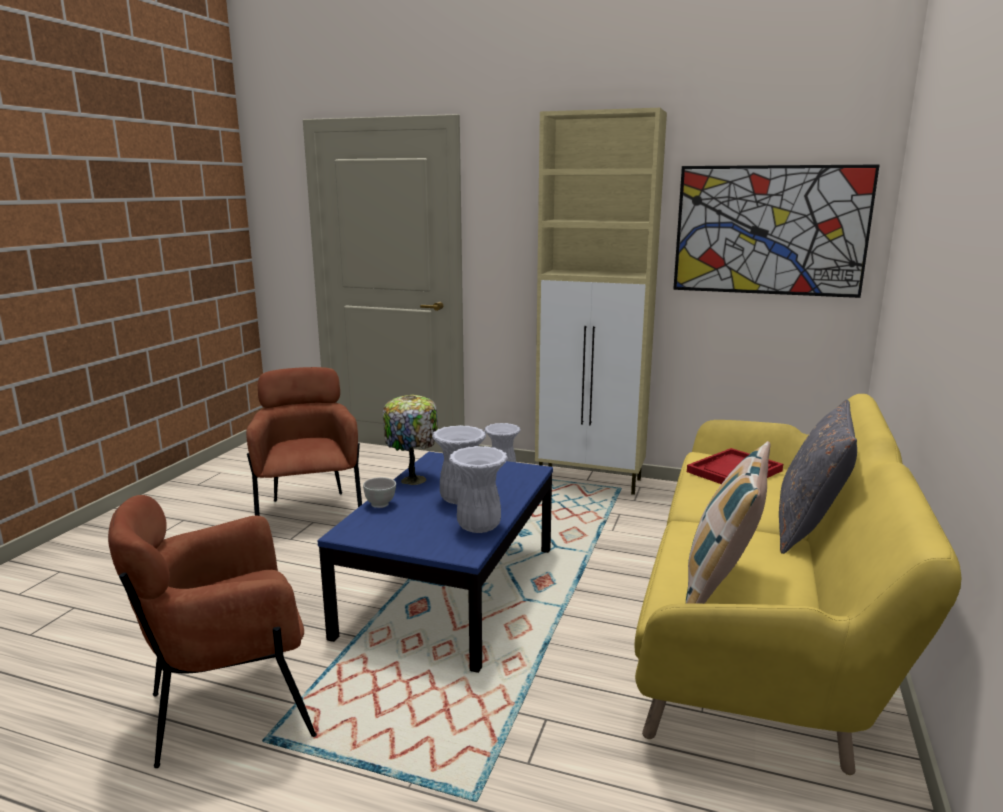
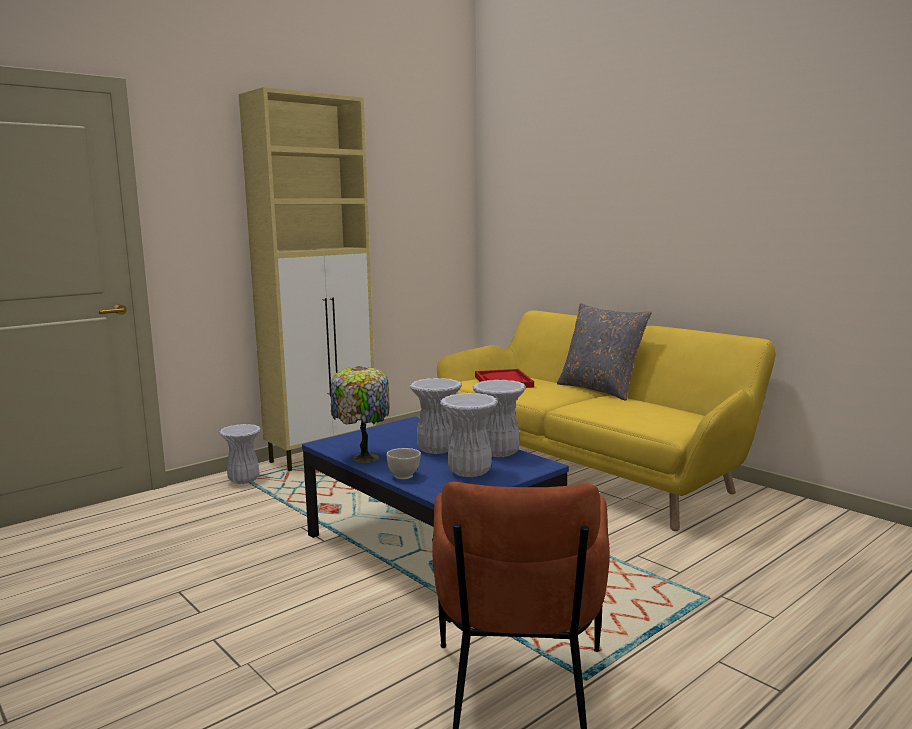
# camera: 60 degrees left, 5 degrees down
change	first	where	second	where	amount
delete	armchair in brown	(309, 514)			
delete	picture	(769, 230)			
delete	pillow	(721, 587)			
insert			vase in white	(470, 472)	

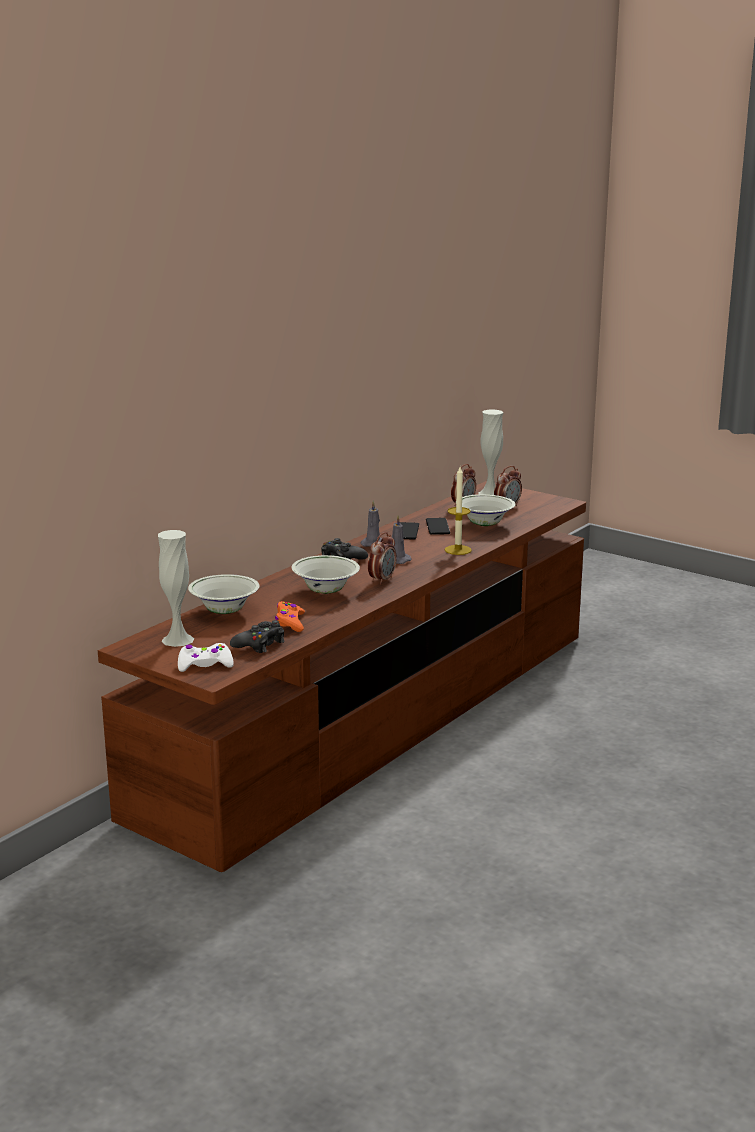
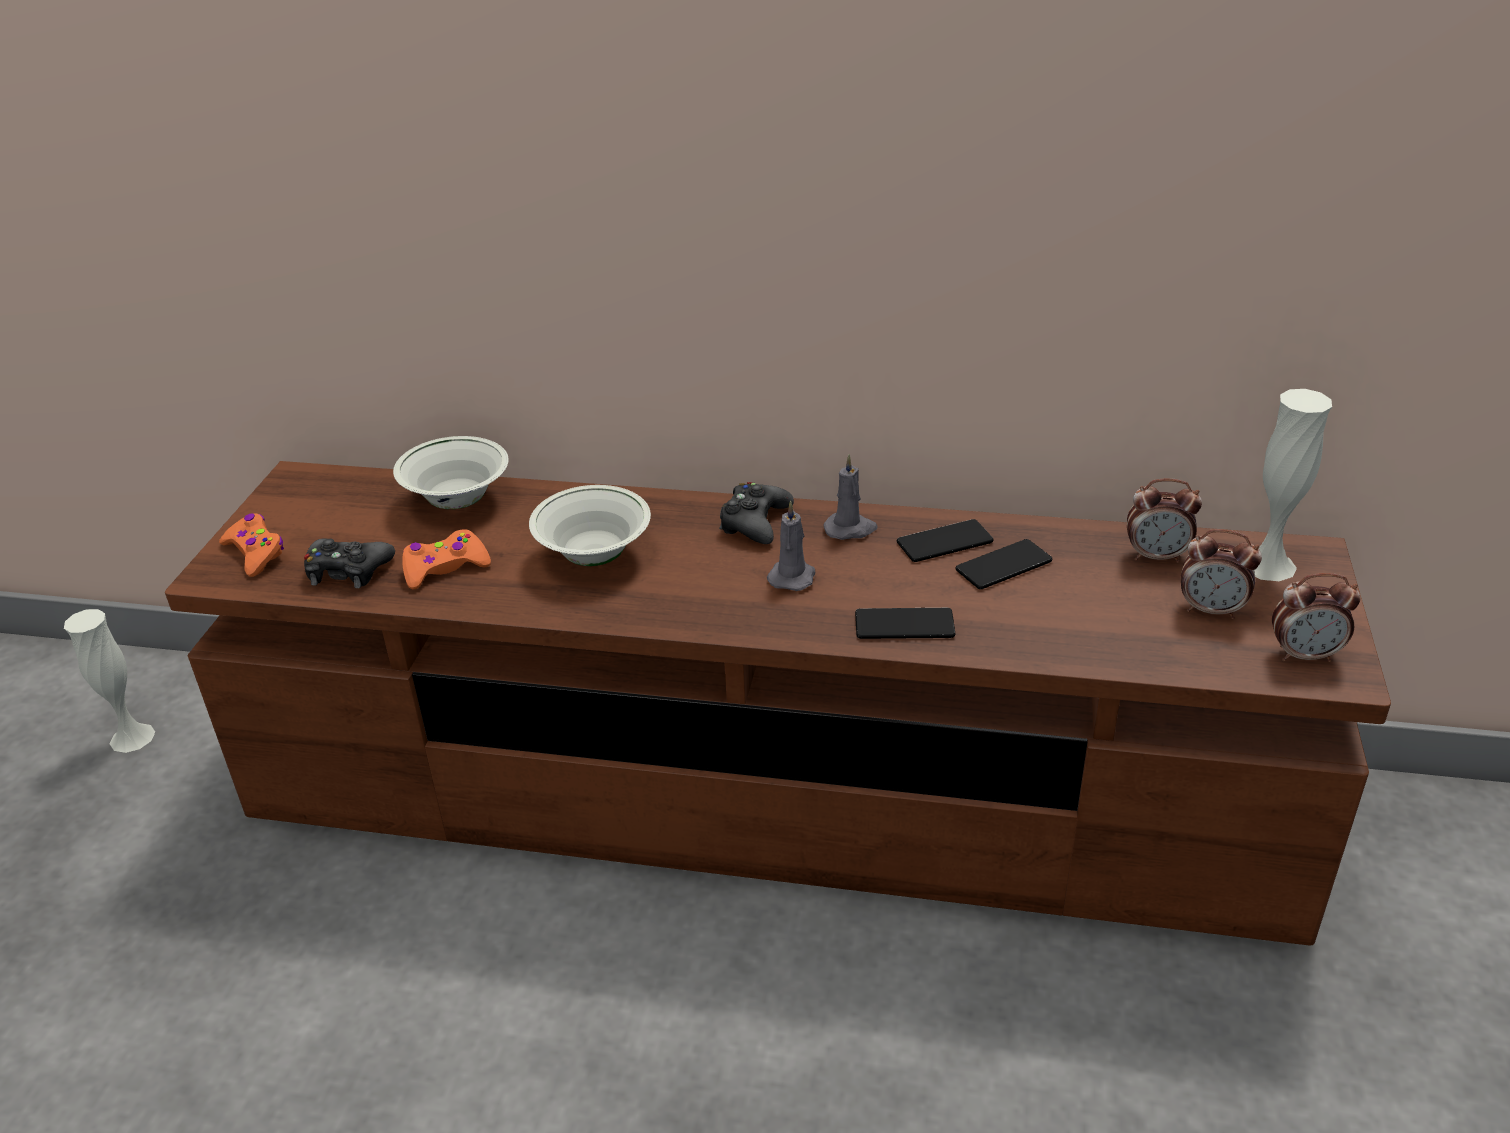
# camera: 65 degrees right, 15 degrees up
change	first	where	second	where	amount
delete	bowl in white	(484, 525)			
move	vase in white	(177, 640)		(132, 737)	
move	alarm clock	(382, 580)		(1304, 655)	
replace	candle	(458, 550)	phone	(904, 625)	
recolor	game controller in white	(204, 664)	game controller in orange	(255, 553)	

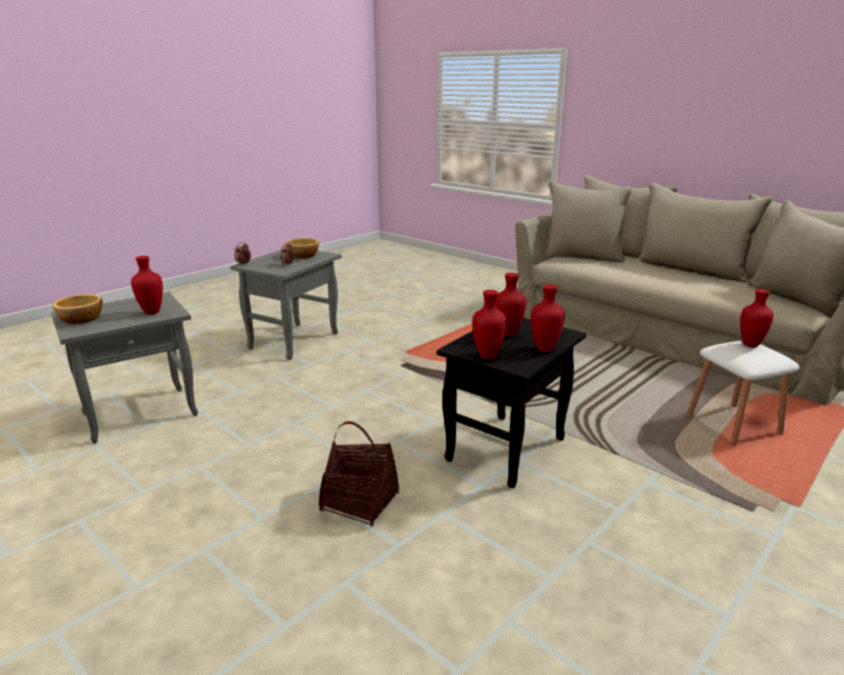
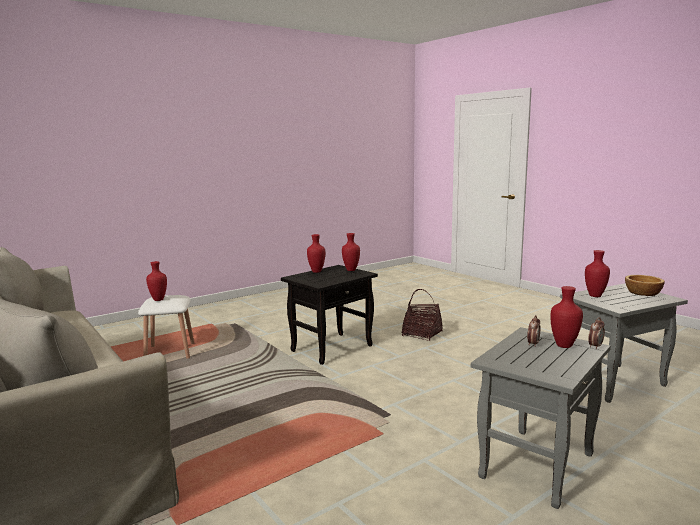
# camera: 170 degrees left, 10 degrees down
change	first	where	second	where	amount
delete	bowl	(304, 255)			
move	vase in red	(507, 334)		(565, 346)	

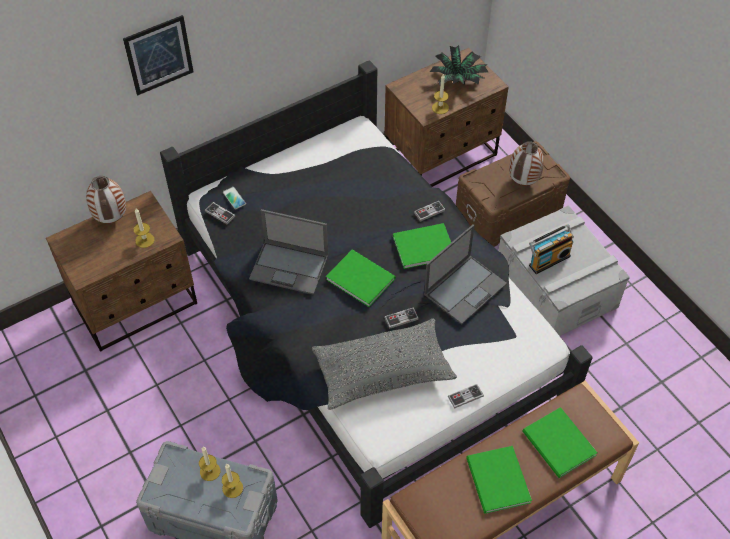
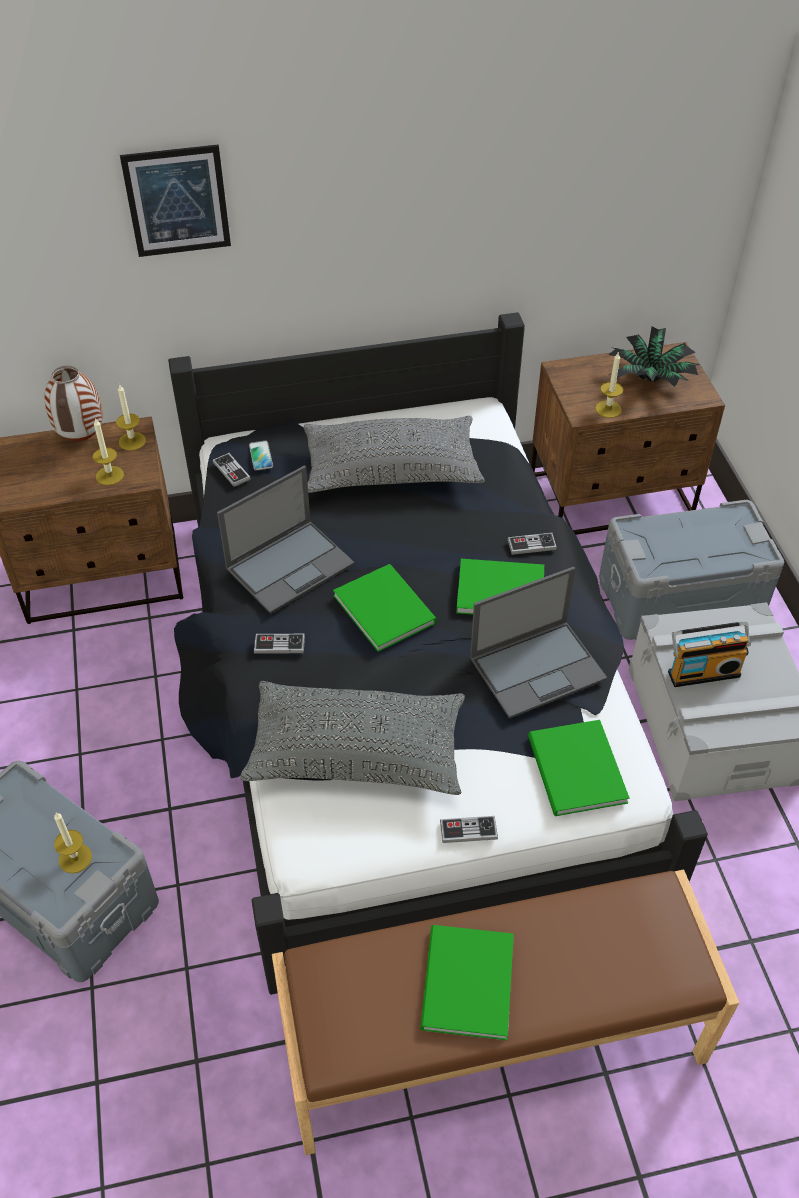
# camera: 20 degrees right, 5 degrees down
change	first	where	second	where	amount
delete	vase	(523, 182)			
insert			pillow in grey	(392, 470)	
move	candle	(210, 471)		(132, 441)	
move	game controller	(401, 318)		(279, 645)	
move	book in green	(558, 445)		(575, 772)	
recolor	storage box in brown	(508, 213)	storage box in grey	(680, 599)	
rotate	laptop	(290, 267)		(291, 565)	75 degrees counterclockwise

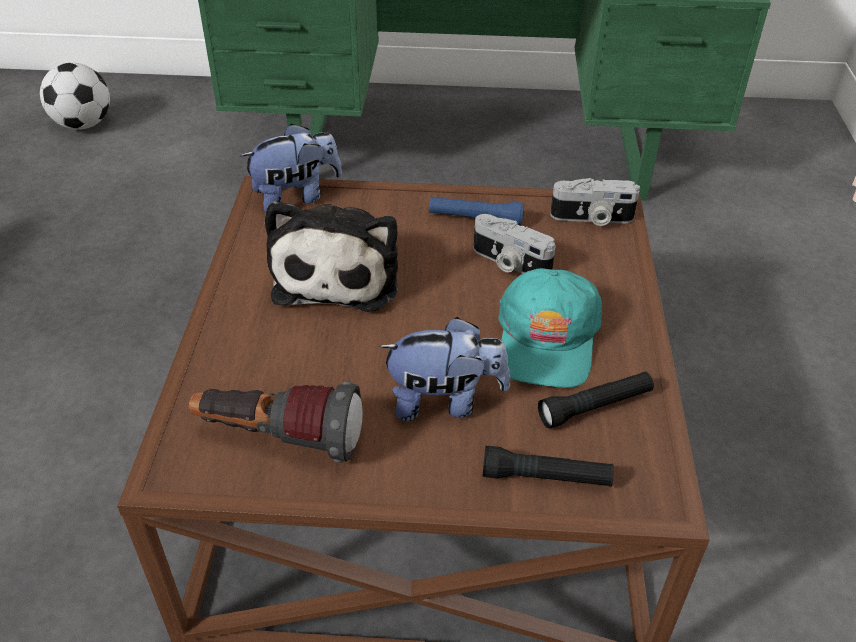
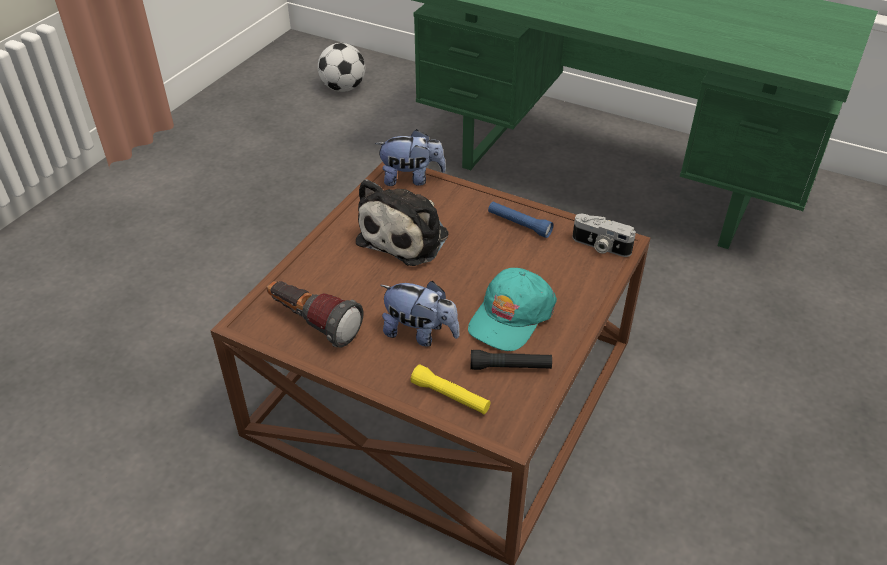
# camera: 25 degrees right, 0 degrees up
change	first	where	second	where	amount
delete	photo camera	(509, 263)			
recolor	flashlight in black	(546, 477)	flashlight in yellow	(450, 396)	

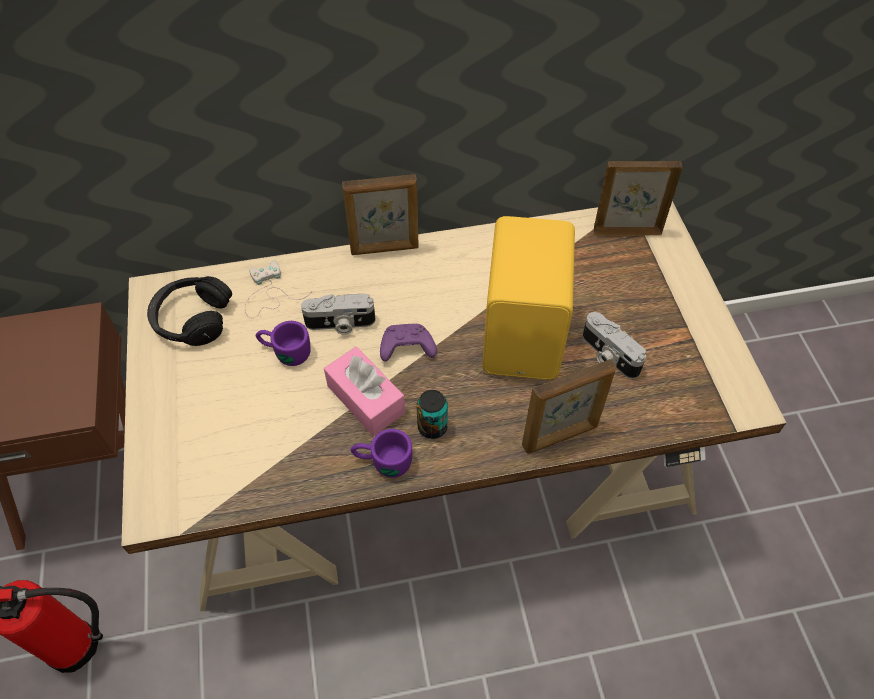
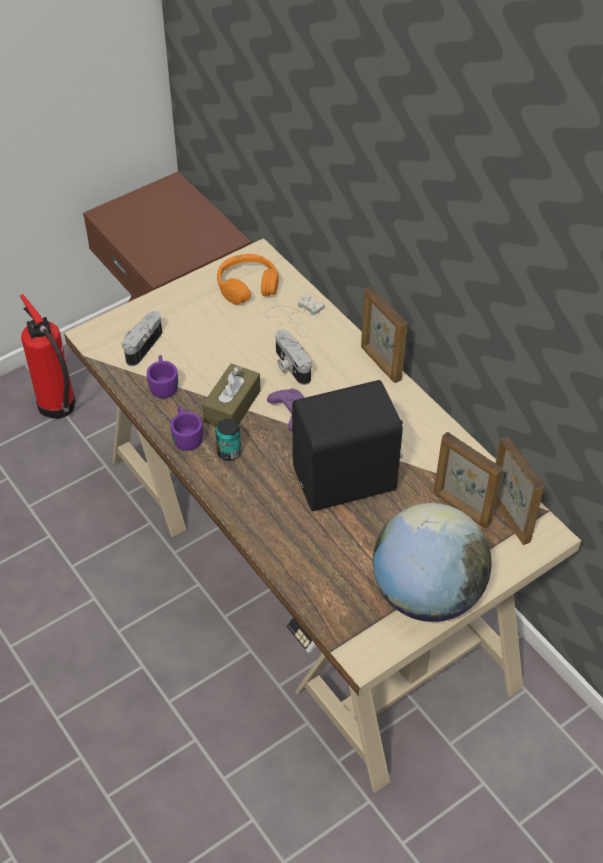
# camera: 65 degrees right, 5 degrees down
change	first	where	second	where	amount
insert			globe	(426, 593)	
move	mug in purple	(285, 351)		(163, 383)	
move	picture frame	(560, 436)		(461, 508)	
move	photo camera	(608, 355)		(141, 345)	
recolor	headphones in black	(192, 319)	headphones in orange	(247, 286)	
recolor	tissue box in pink	(366, 399)	tissue box in brown	(232, 406)	
recolor	speaker in yellow	(525, 335)	speaker in black	(347, 481)	

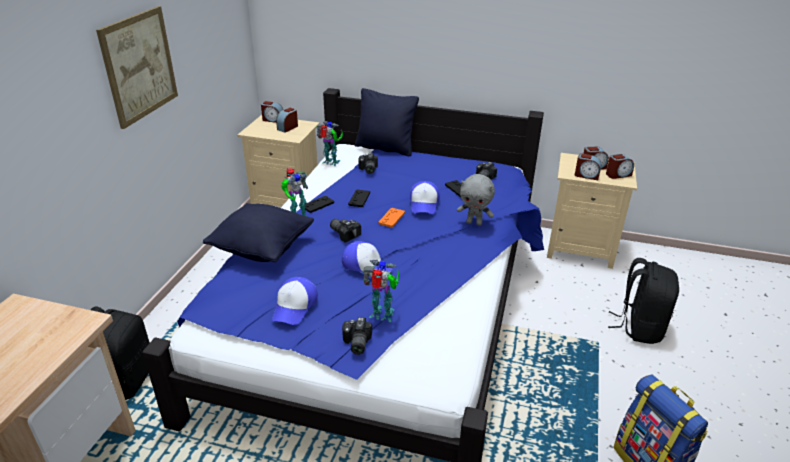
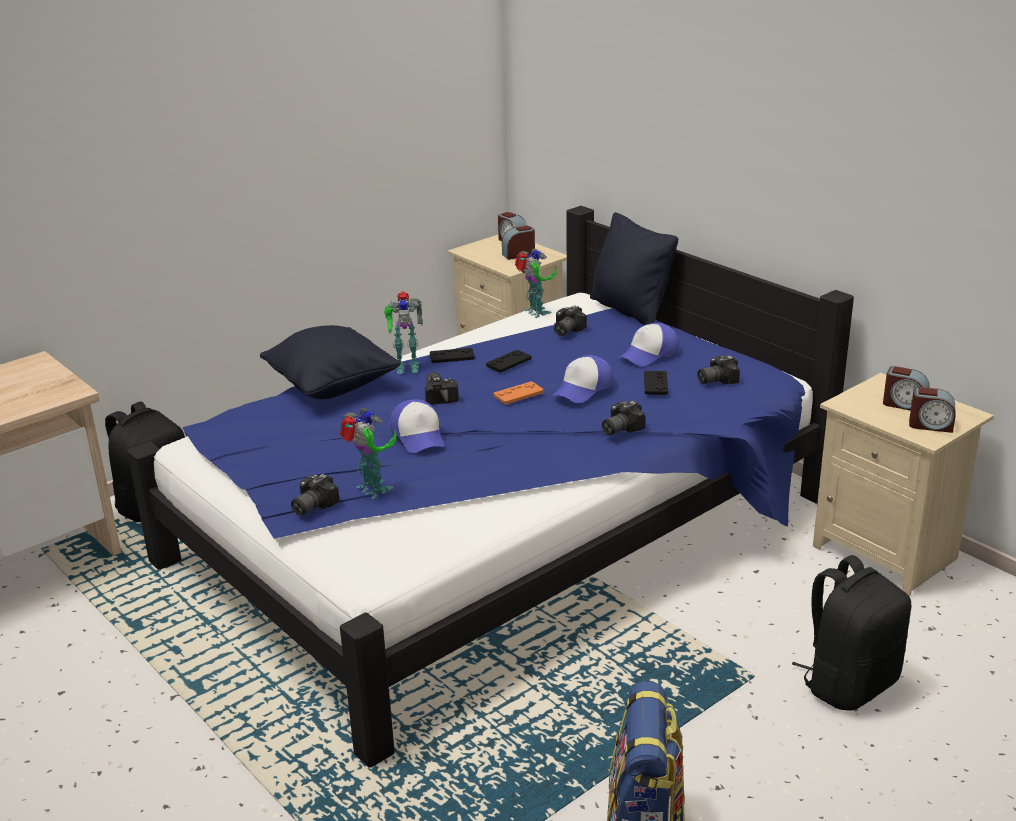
# camera: 35 degrees right, 5 degrees down
change	first	where	second	where	amount
delete	picture	(139, 66)			
delete	alarm clock	(586, 175)			
move	cap	(295, 306)		(649, 354)	
replace	plush toy in grey	(474, 223)	photo camera	(619, 429)	

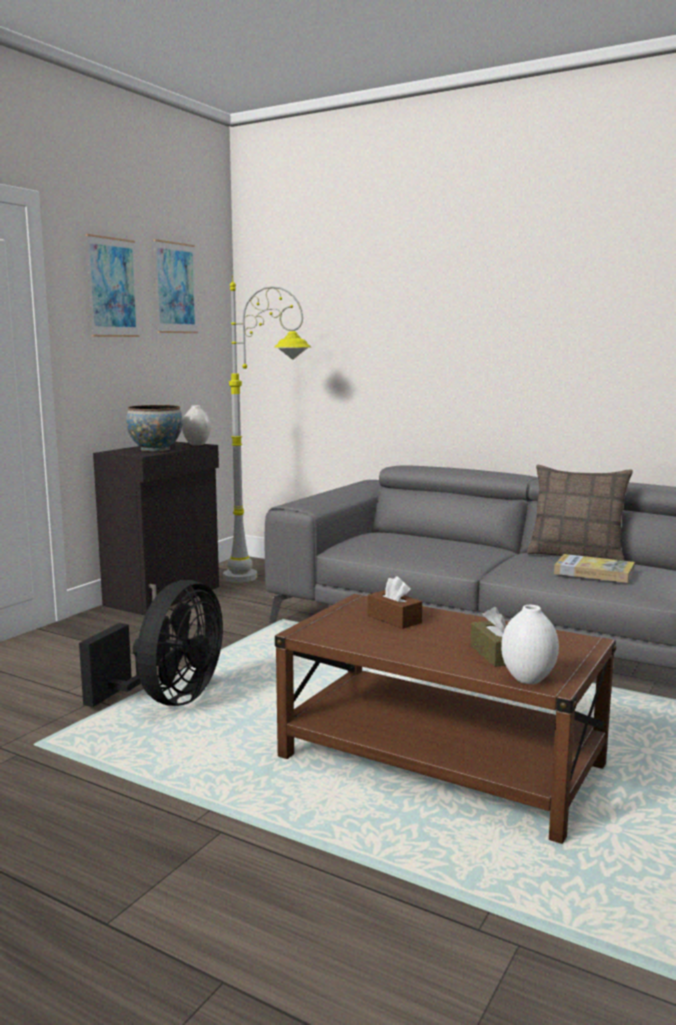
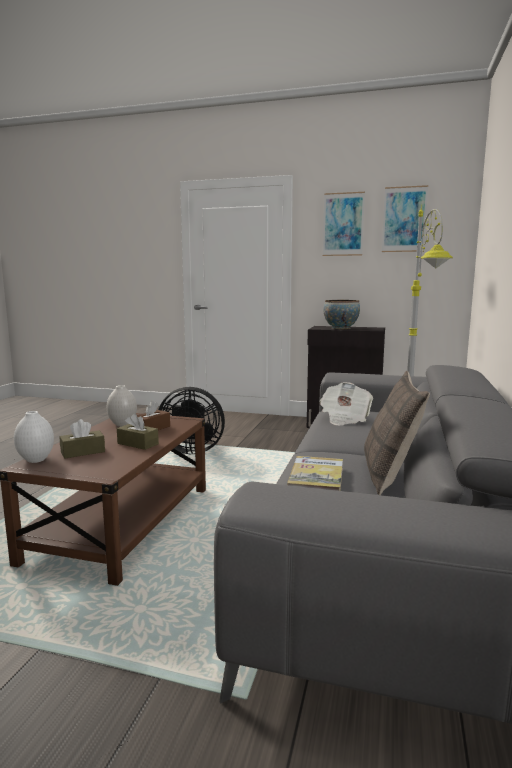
# camera: 75 degrees right, 0 degrees up
change	first	where	second	where	amount
insert			tissue box in brown	(138, 444)	
insert			newspaper	(344, 418)	
move	vase in white	(196, 444)		(122, 424)	

